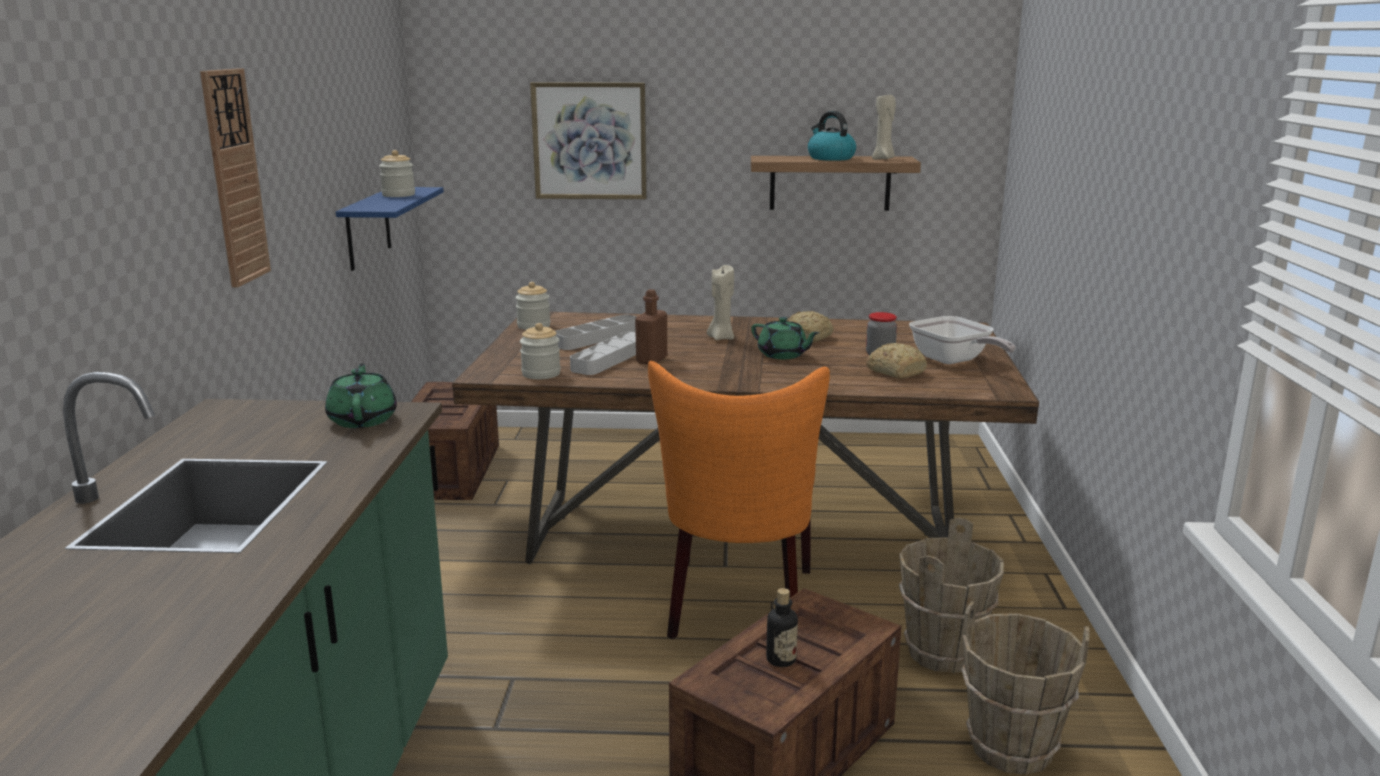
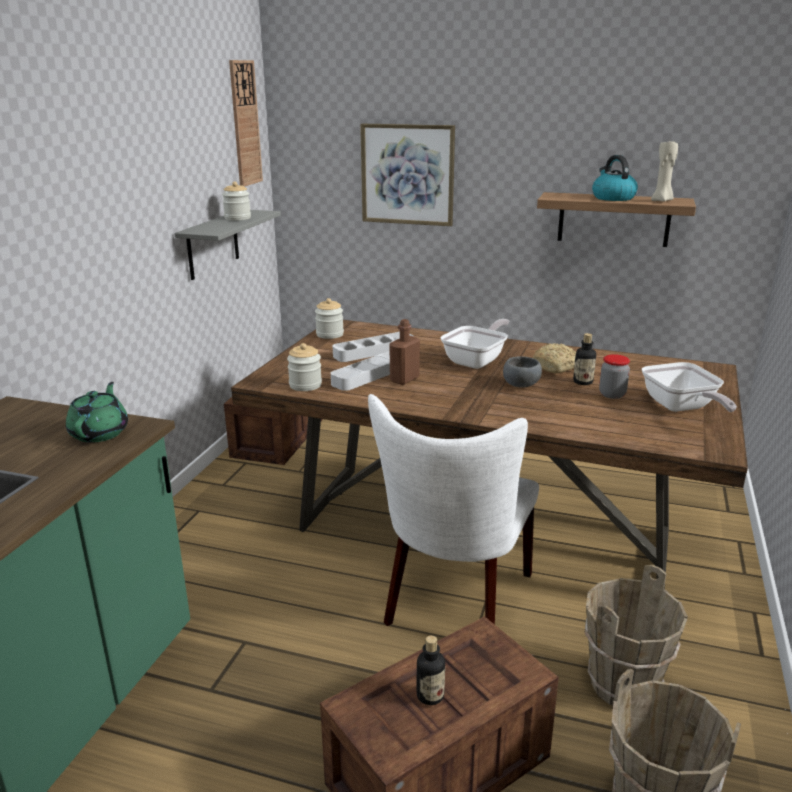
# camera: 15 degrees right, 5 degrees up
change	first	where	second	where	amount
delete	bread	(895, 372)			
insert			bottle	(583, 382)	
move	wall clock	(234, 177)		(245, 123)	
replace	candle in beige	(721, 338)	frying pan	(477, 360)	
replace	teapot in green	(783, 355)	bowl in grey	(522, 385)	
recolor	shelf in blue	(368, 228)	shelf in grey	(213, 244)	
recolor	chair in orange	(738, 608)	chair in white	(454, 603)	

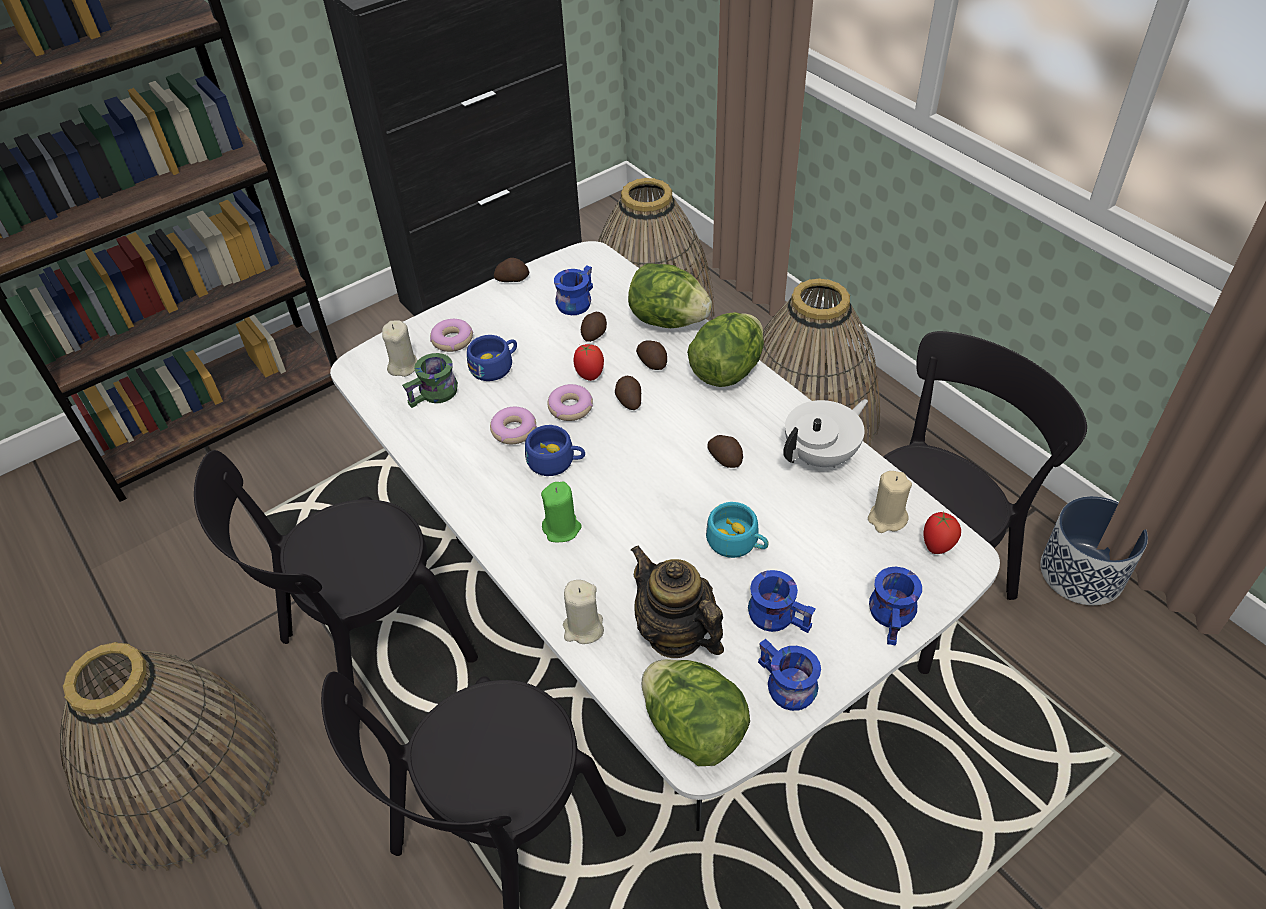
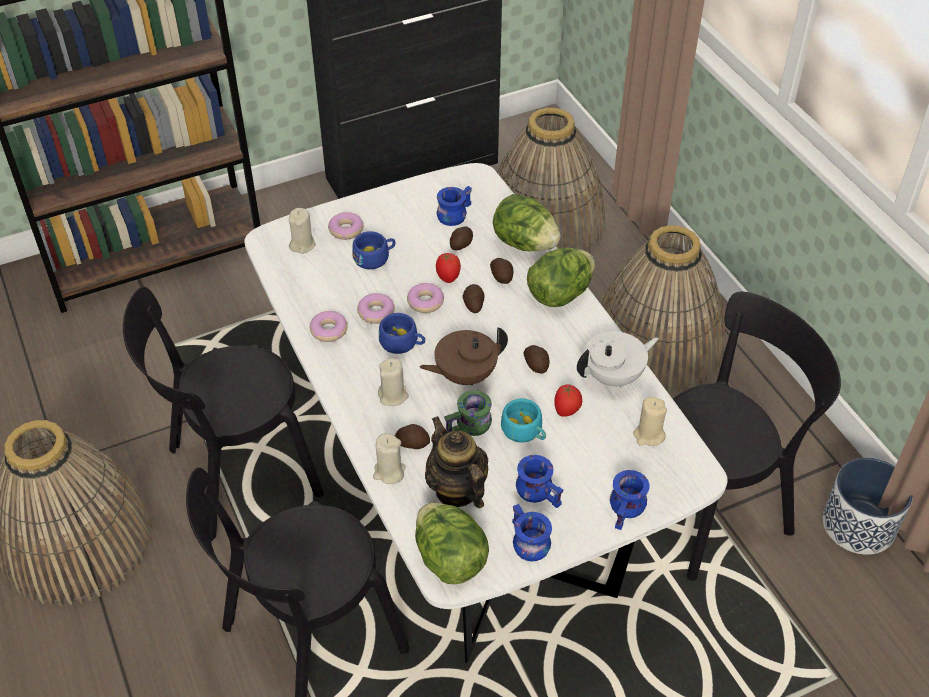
# camera: 10 degrees right, 0 degrees up
change	first	where	second	where	amount
insert			donut	(328, 330)	
insert			teapot in brown	(464, 375)	
move	mug in green	(435, 395)		(470, 427)	
move	potato	(512, 278)		(412, 443)	
move	tomato	(937, 546)		(567, 411)	
recolor	candle in green	(562, 528)	candle in beige	(393, 395)	

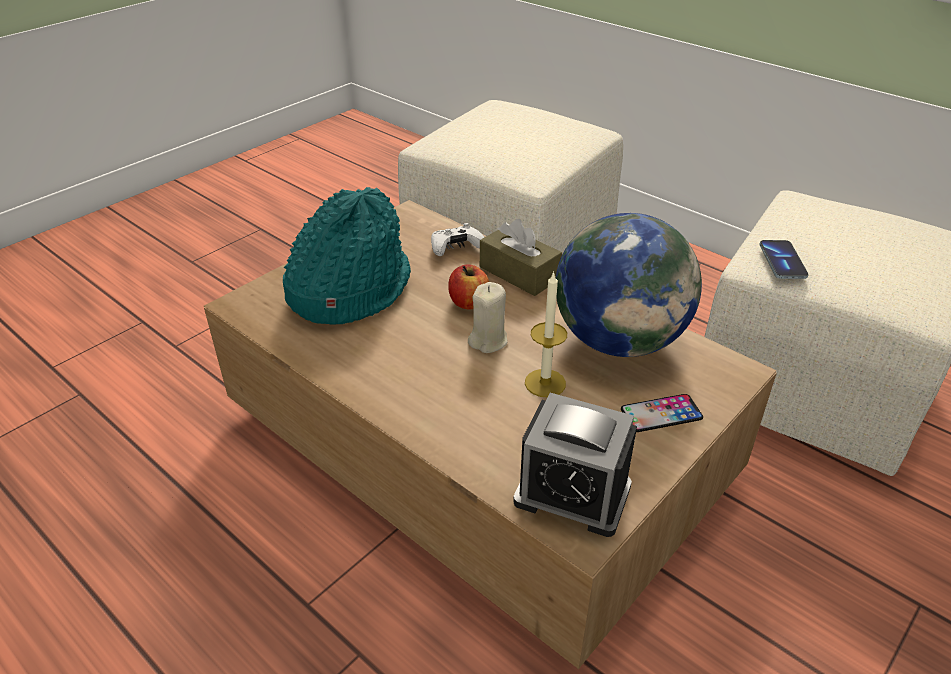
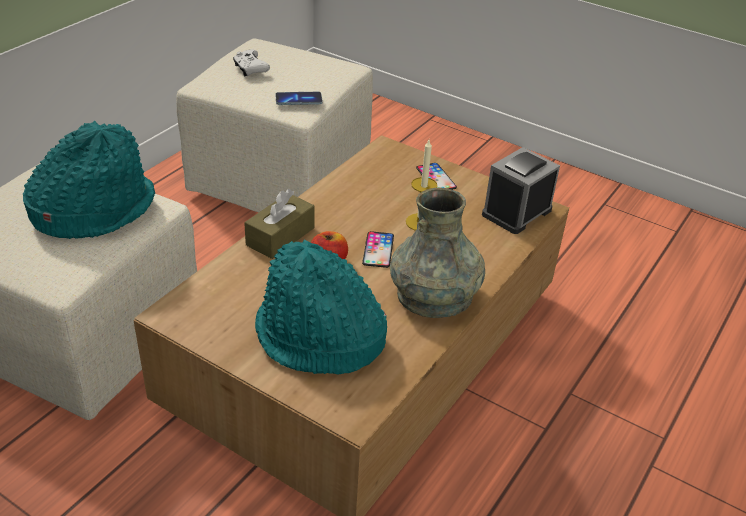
# camera: 100 degrees left, 0 degrees up
change	first	where	second	where	amount
delete	globe	(619, 340)			
insert			hat in turquoise	(94, 209)	
insert			vase in grey	(435, 296)	
move	game controller in white	(456, 248)		(250, 69)	
replace	candle in beige	(488, 340)	phone	(378, 250)	
rotate	alarm clock	(572, 494)		(516, 212)	150 degrees counterclockwise

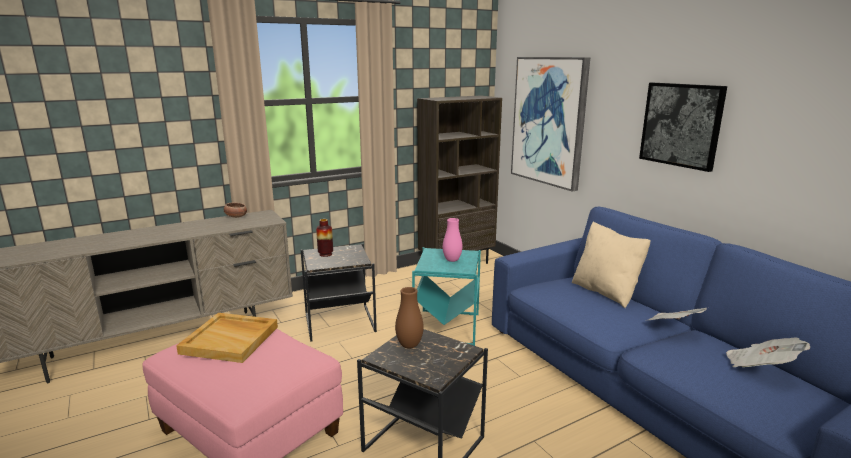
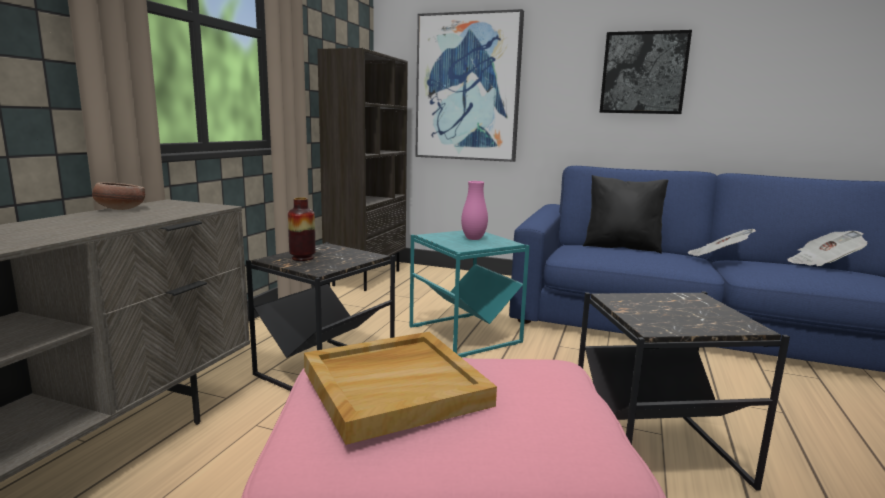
# camera: 40 degrees left, 5 degrees down
change	first	where	second	where	amount
delete	vase in brown	(409, 345)			
recolor	pillow in beige	(605, 292)	pillow in black	(621, 247)	

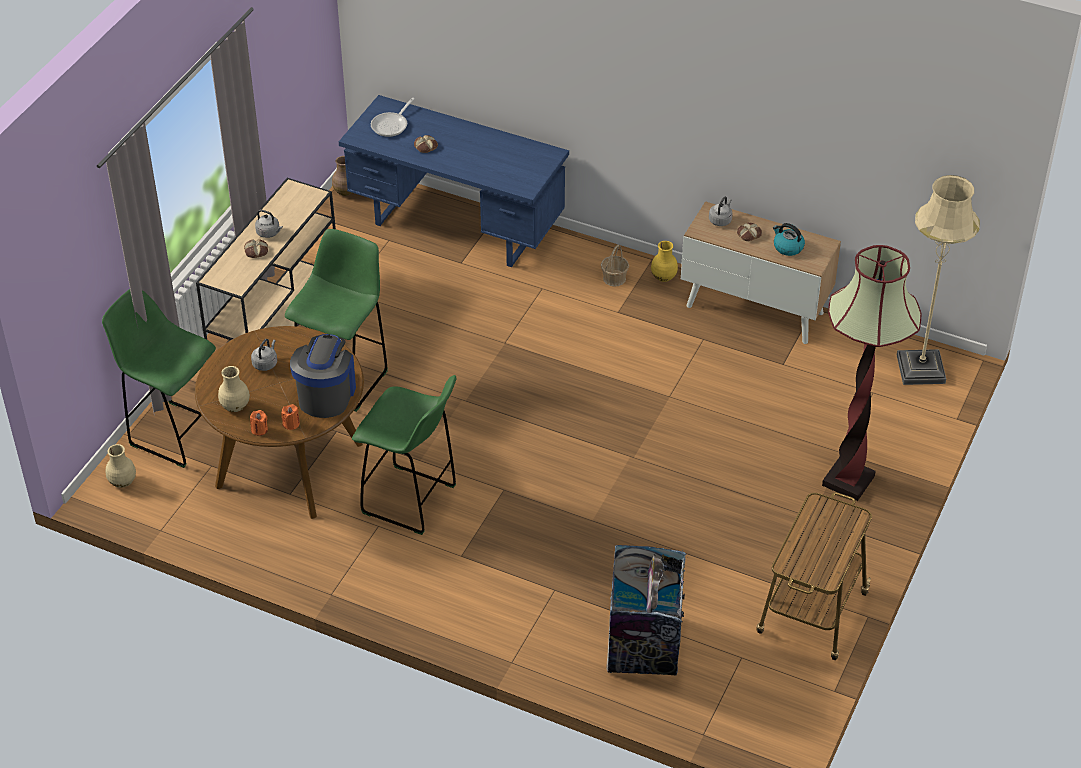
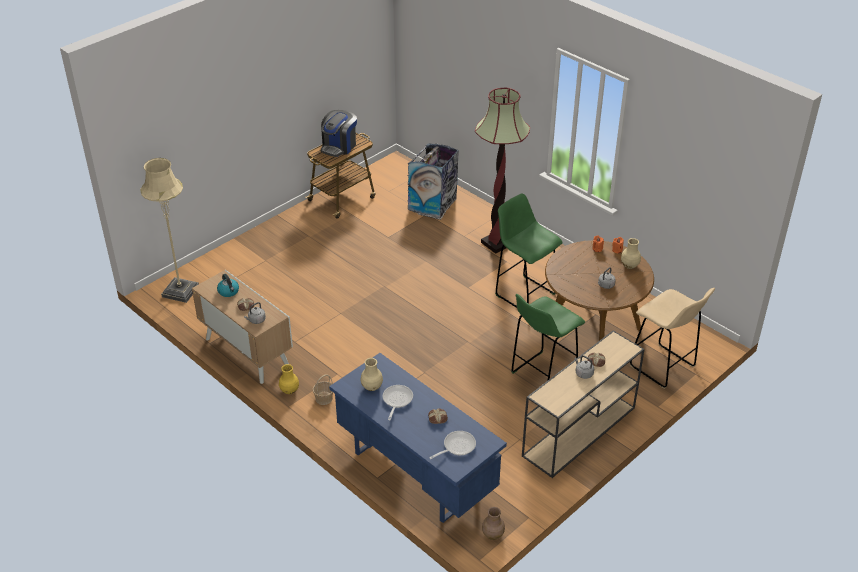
# camera: 160 degrees left, 5 degrees down
change	first	where	second	where	amount
insert			frying pan	(396, 400)	
move	vase in beige	(123, 482)		(371, 386)	
move	coffee machine	(326, 394)		(339, 146)	
move	floor lamp	(848, 481)		(497, 243)	
recolor	stool in green	(174, 433)	stool in beige	(663, 367)	

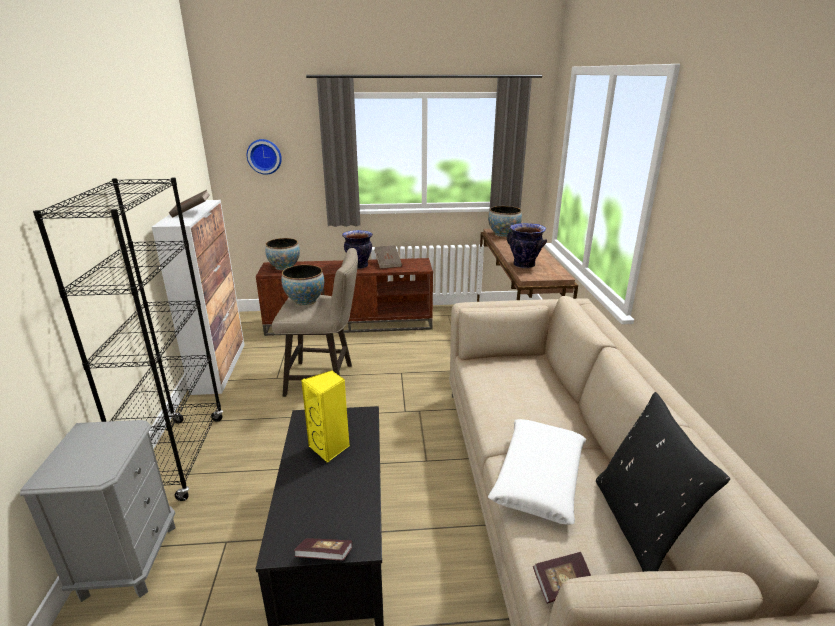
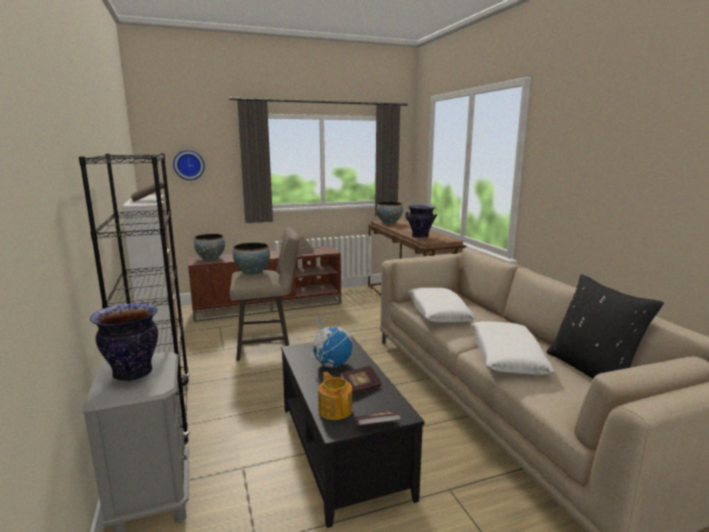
# camera: 15 degrees left, 10 degrees down
change	first	where	second	where	amount
insert			teapot	(335, 409)	
insert			pillow in white	(438, 313)	
move	vase	(359, 266)		(134, 373)	
move	book	(562, 585)		(361, 387)	
replace	speaker in yellow	(330, 448)	globe	(332, 364)	

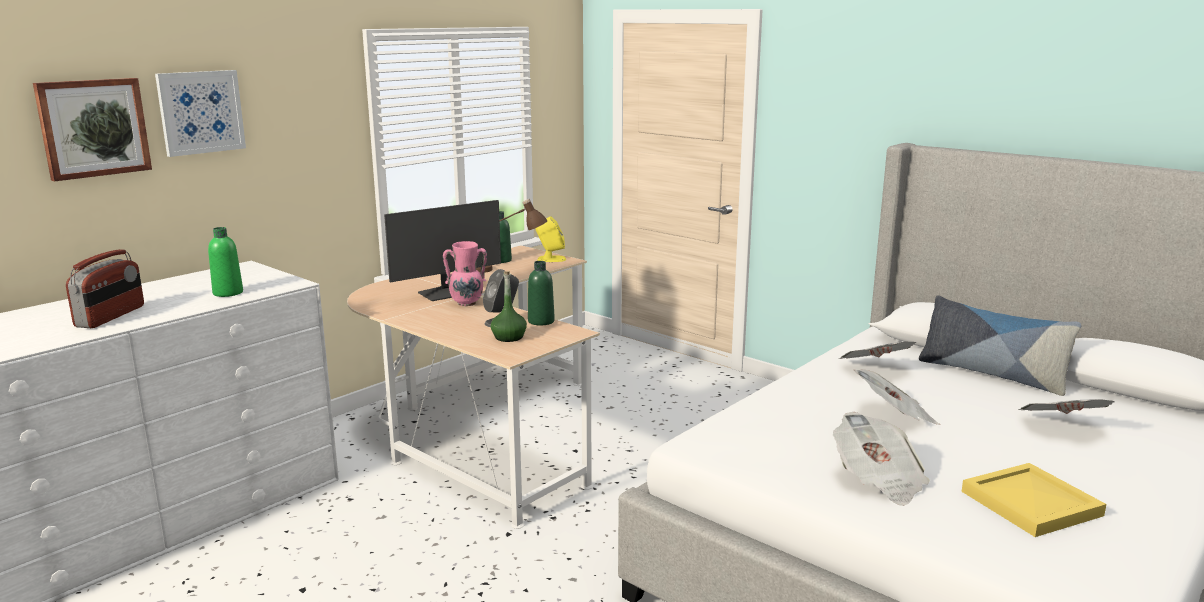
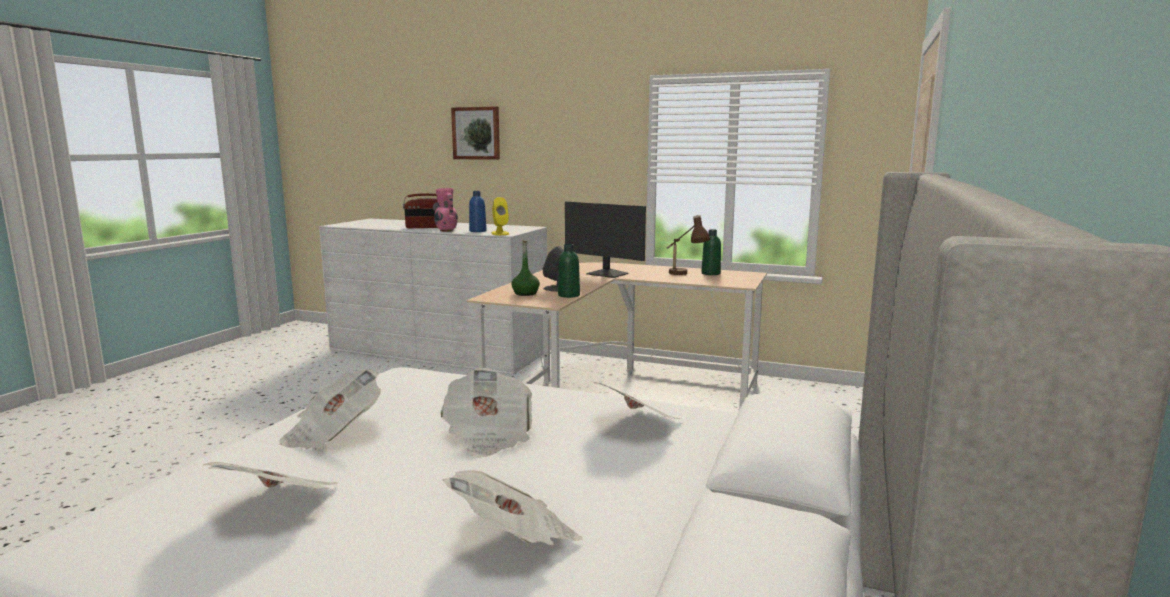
# camera: 70 degrees right, 5 degrees down
change	first	where	second	where	amount
delete	picture	(201, 112)			
delete	pillow	(991, 374)			
move	vase in pink	(467, 304)		(446, 231)	
move	speaker in yellow	(551, 259)		(500, 233)	
replace	tray in yellow	(1028, 503)	newspaper	(279, 505)	
recolor	bottle in green	(228, 293)	bottle in blue	(478, 231)	

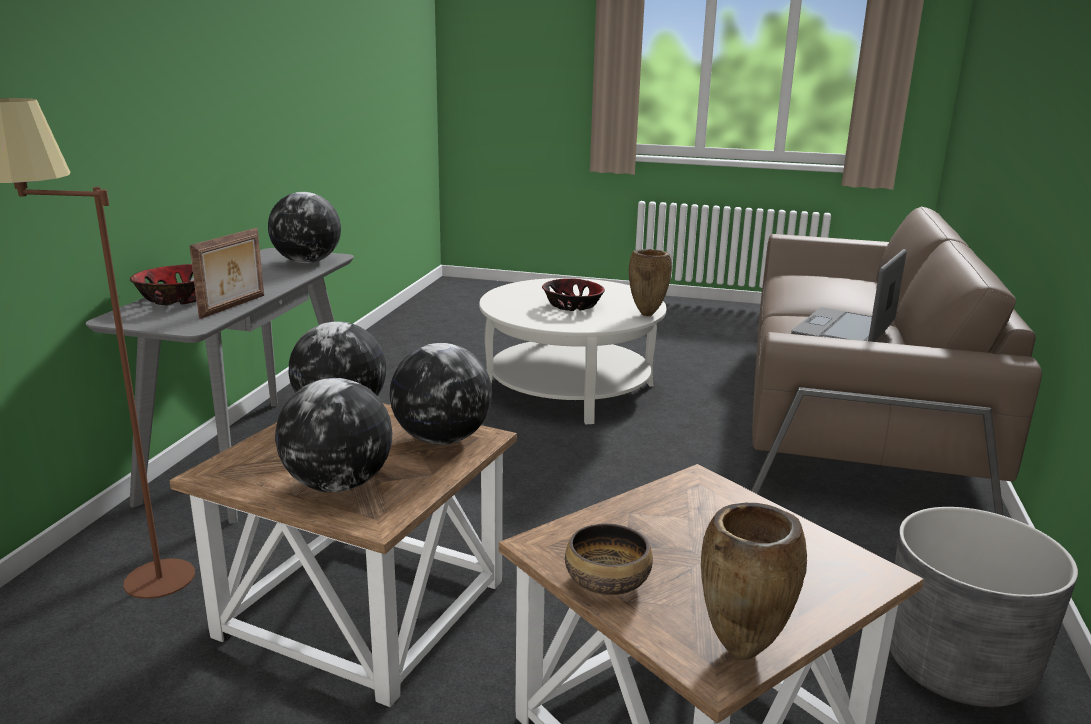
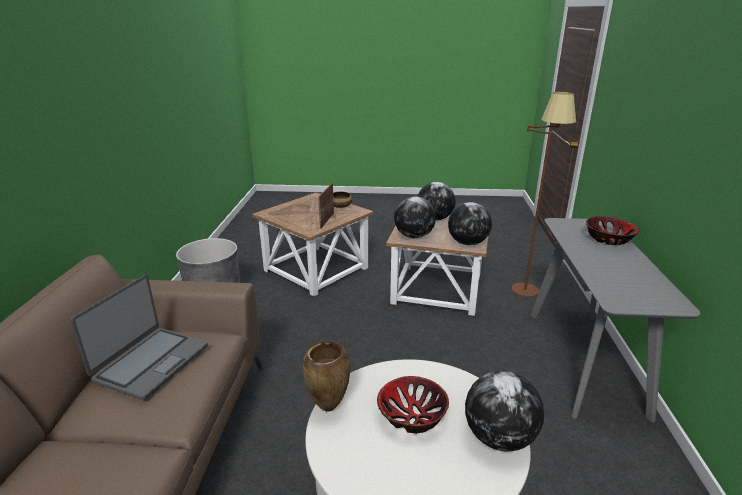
# camera: 170 degrees right, 5 degrees up
change	first	where	second	where	amount
delete	vase in brown	(741, 654)			
move	picture frame	(234, 306)		(326, 220)	
move	globe	(307, 262)		(499, 438)	

